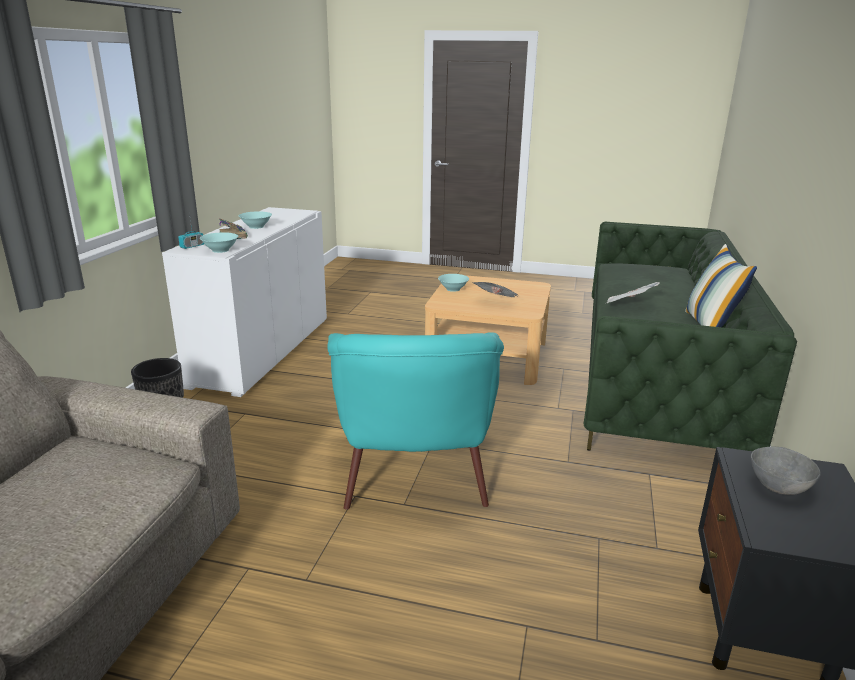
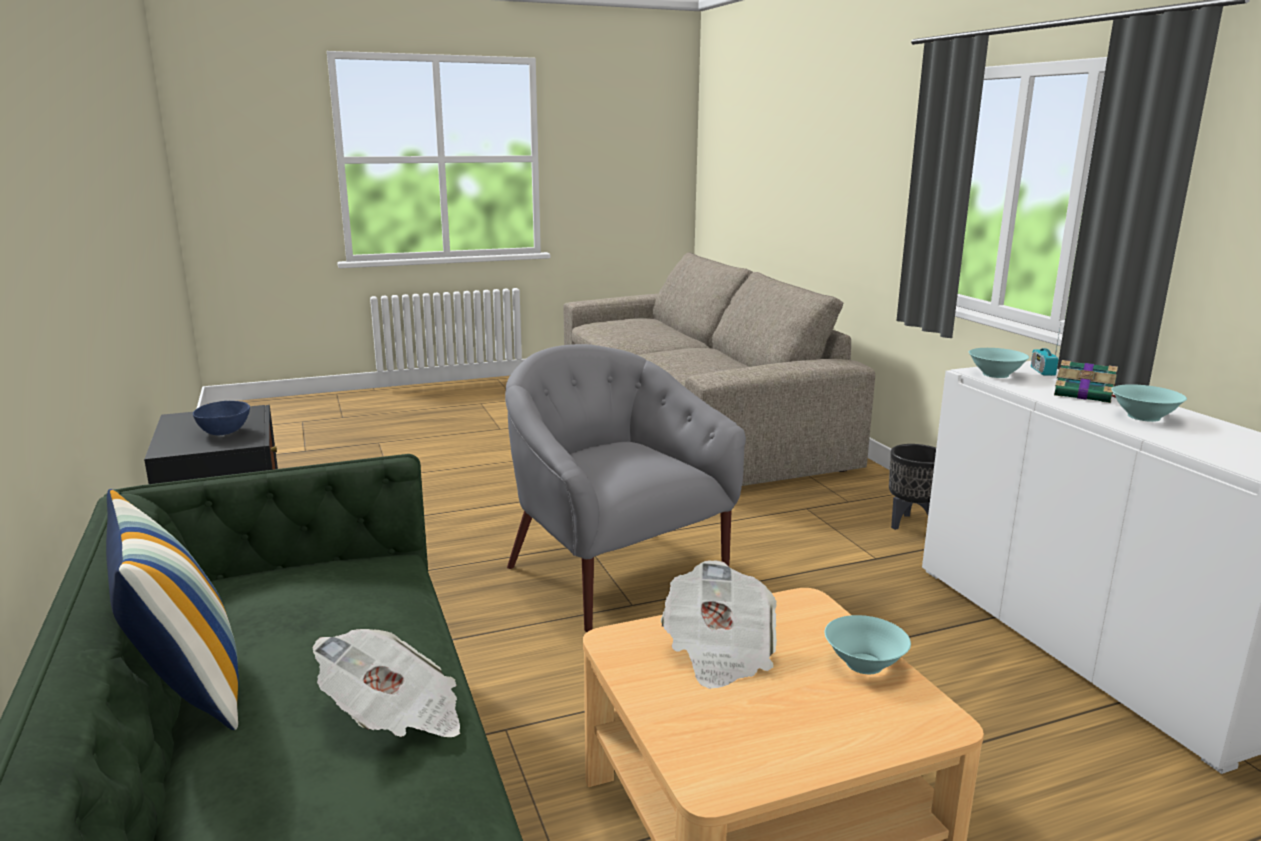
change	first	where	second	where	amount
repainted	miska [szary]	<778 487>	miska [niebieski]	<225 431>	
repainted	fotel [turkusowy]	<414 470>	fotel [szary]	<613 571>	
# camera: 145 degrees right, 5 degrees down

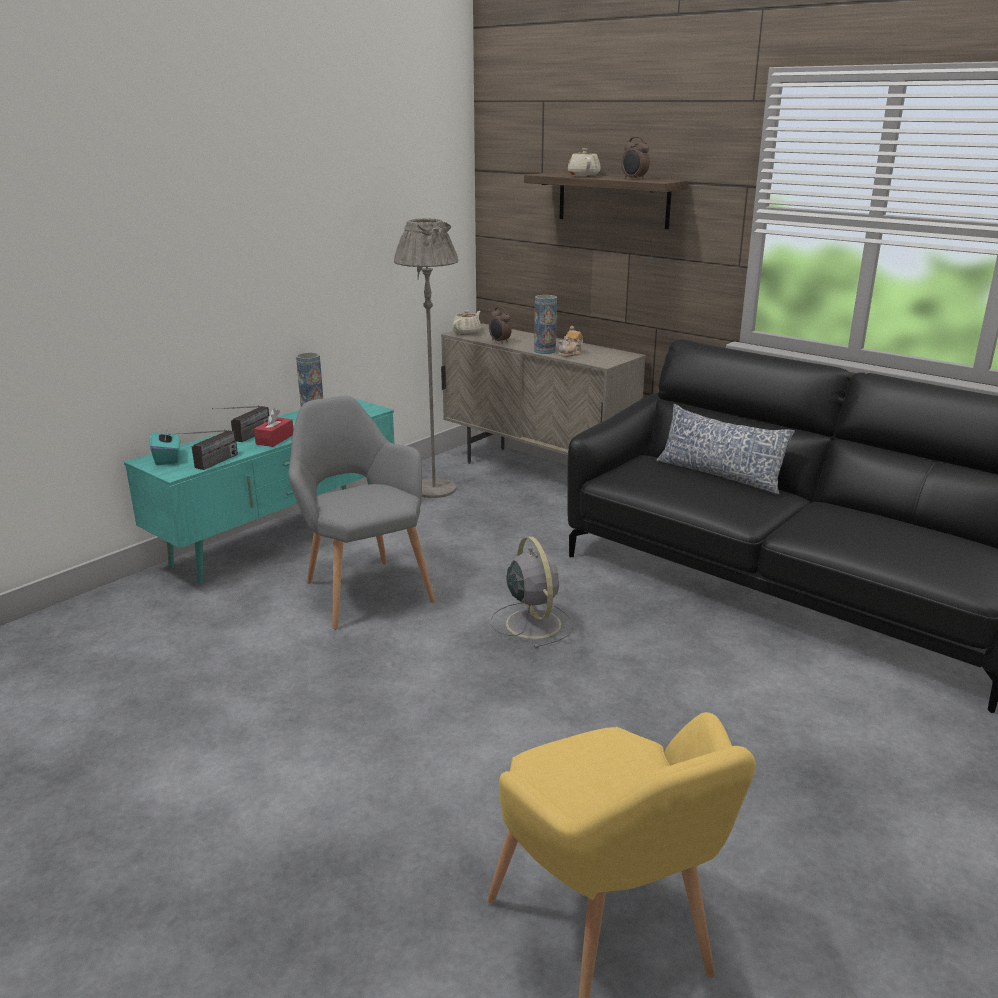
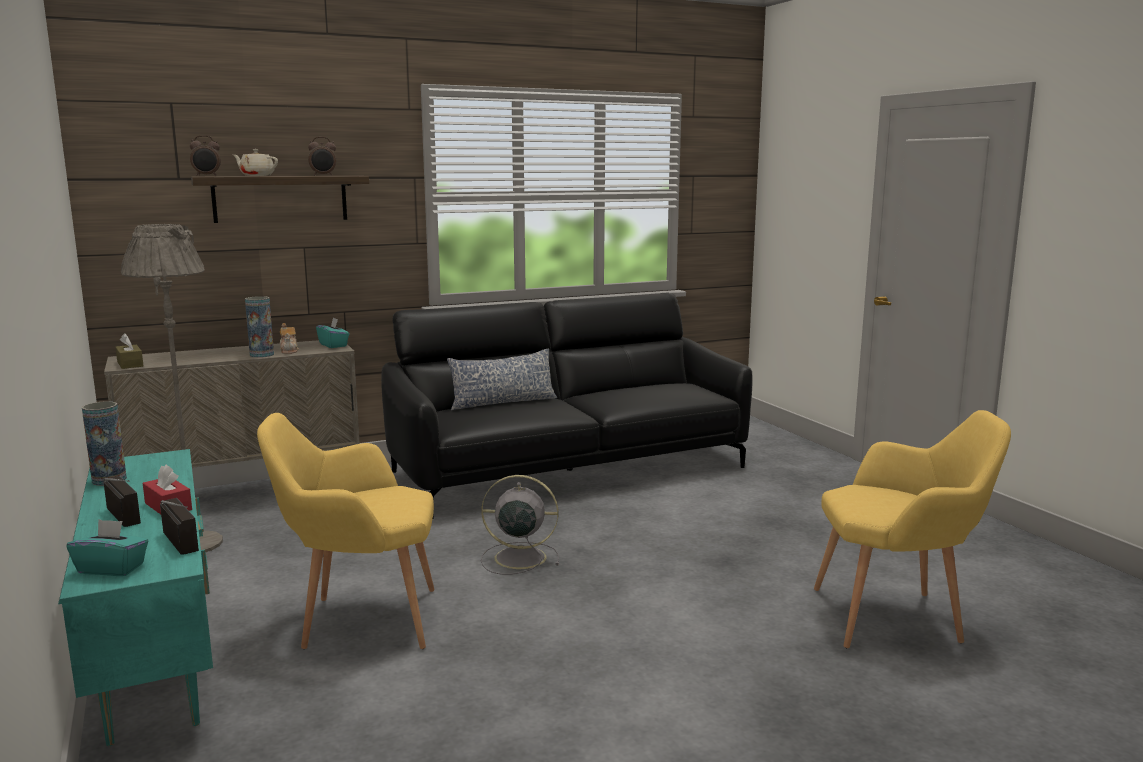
change	first	where	second	where	amount
swapped	imbryk [beżowy]	<467 333>	pudełko chusteczek [brązowy]	<130 364>	
shifted	budzik	<499 342>		<207 176>	
repainted	fotel [szary]	<362 589>	fotel [żółty]	<360 620>	
new			pudełko chusteczek [turkusowy]	<333 345>	
# camera: 65 degrees left, 10 degrees down

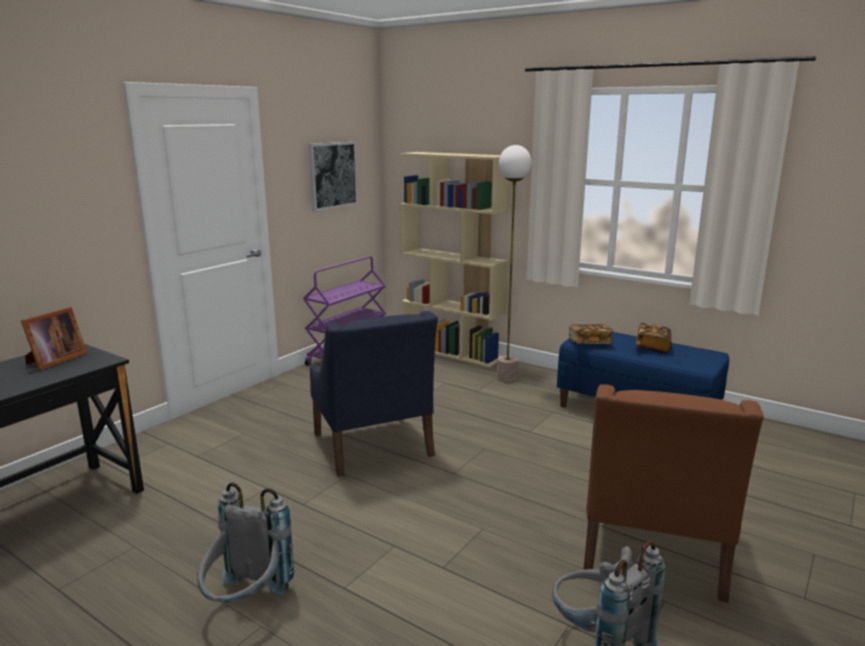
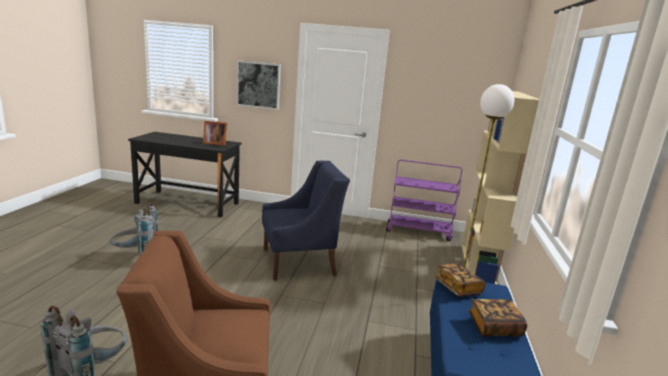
change	first	where	second	where	amount
shifted	obraz	<332 175>		<258 85>	
rotated	fotel [niebieski]	<372 445>		<299 261>	150 degrees counterclockwise
# camera: 65 degrees right, 0 degrees up

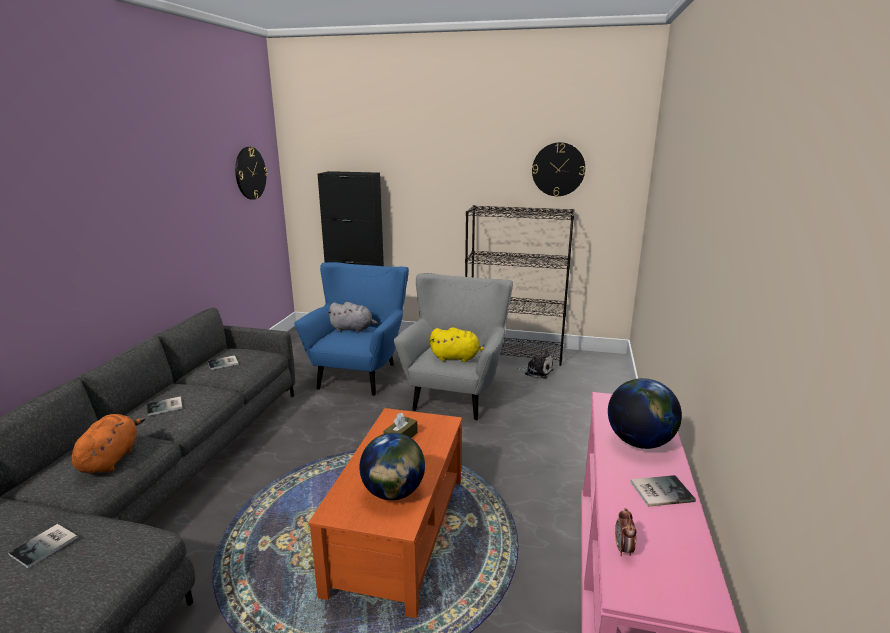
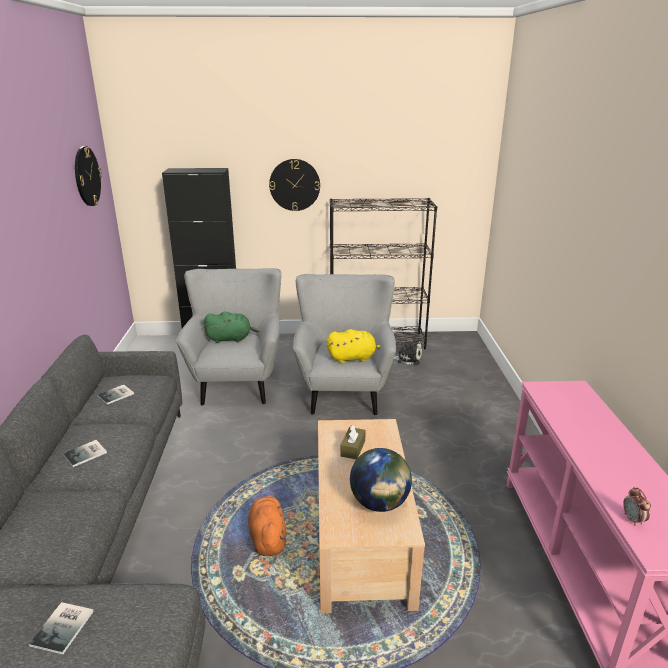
change	first	where	second	where	amount
repainted	fotel [niebieski]	<361 373>	fotel [szary]	<238 382>	
repainted	pluszak [szary]	<353 329>	pluszak [zielony]	<231 339>	
shifted	pluszak [pomarańczowy]	<111 459>		<267 537>	
shifted	zegar ścienny	<558 169>		<294 185>	
repainted	ława [pomarańczowy]	<397 532>	ława [beżowy]	<360 536>	
gone	globus	<639 442>			
gone	książka	<659 491>			
# camera: 15 degrees left, 5 degrees up

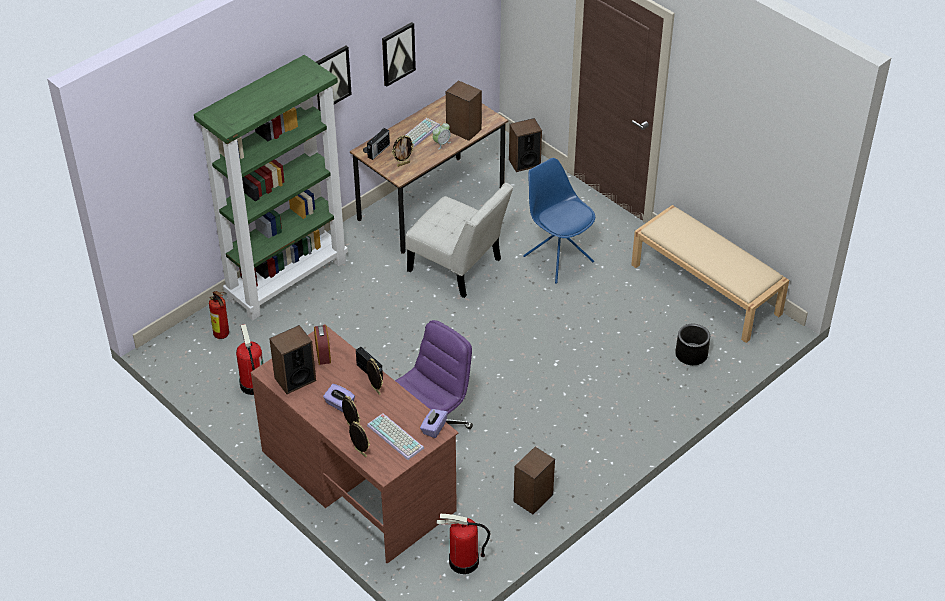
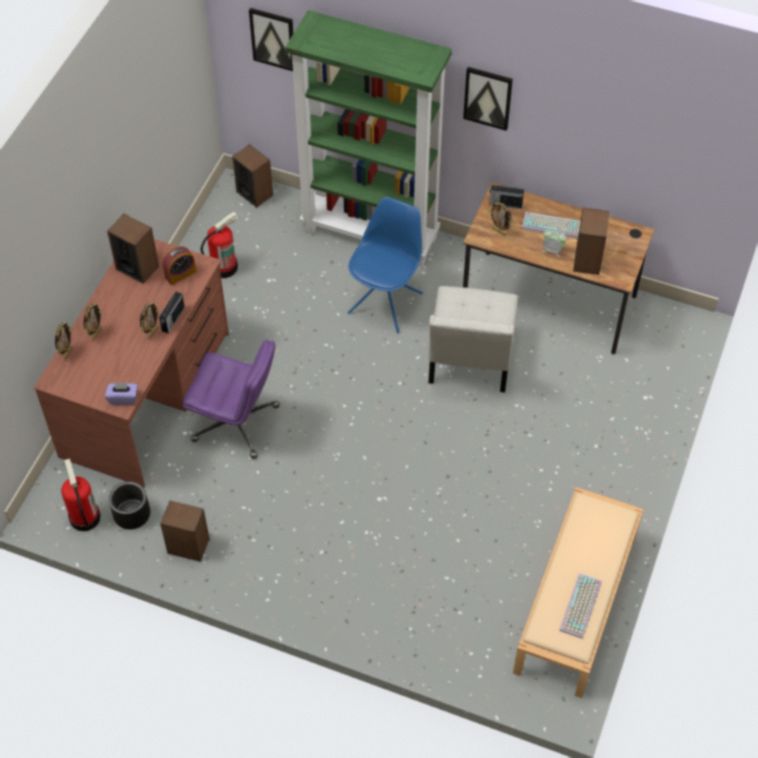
change	first	where	second	where	amount
shifted	donica [czarny]	<691 354>		<132 513>	
shifted	głośnik	<524 162>		<254 193>	
shifted	obraz	<397 53>		<273 38>	
shifted	krzesło [niebieski]	<557 258>		<386 302>	
shifted	klawiatura	<396 436>		<581 607>	
gone	gaśnica	<222 335>			
gone	pudełko chusteczek [fioletowy]	<339 404>			
# camera: 65 degrees right, 10 degrees up

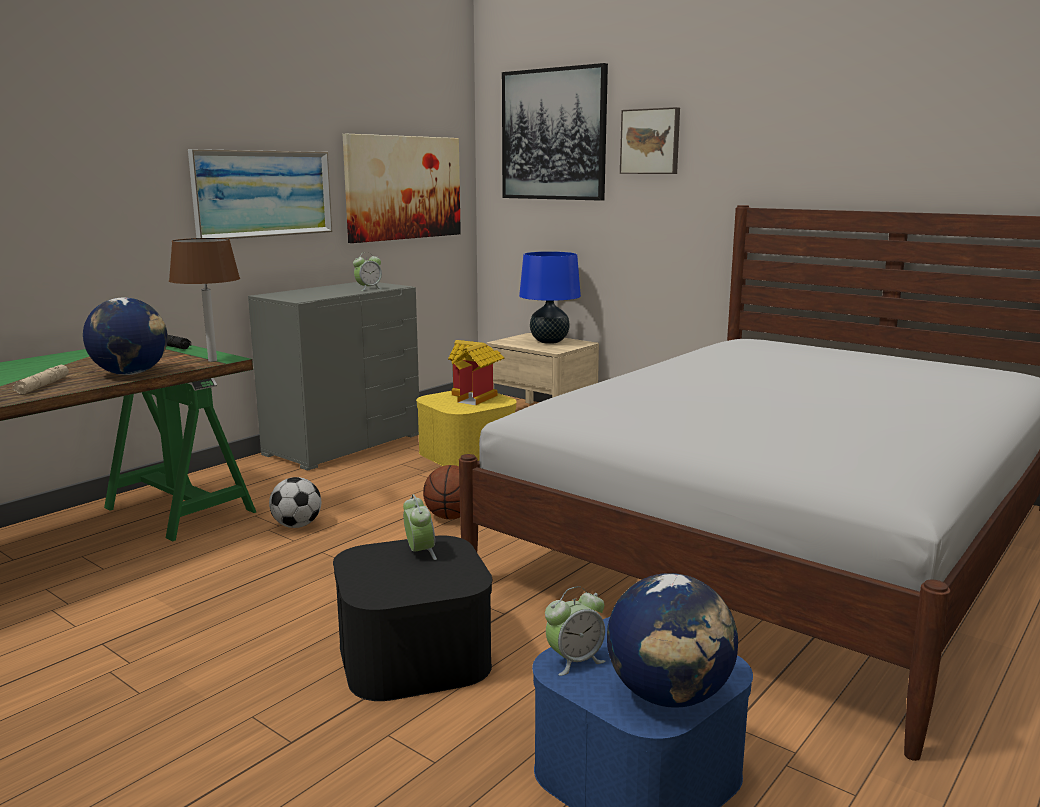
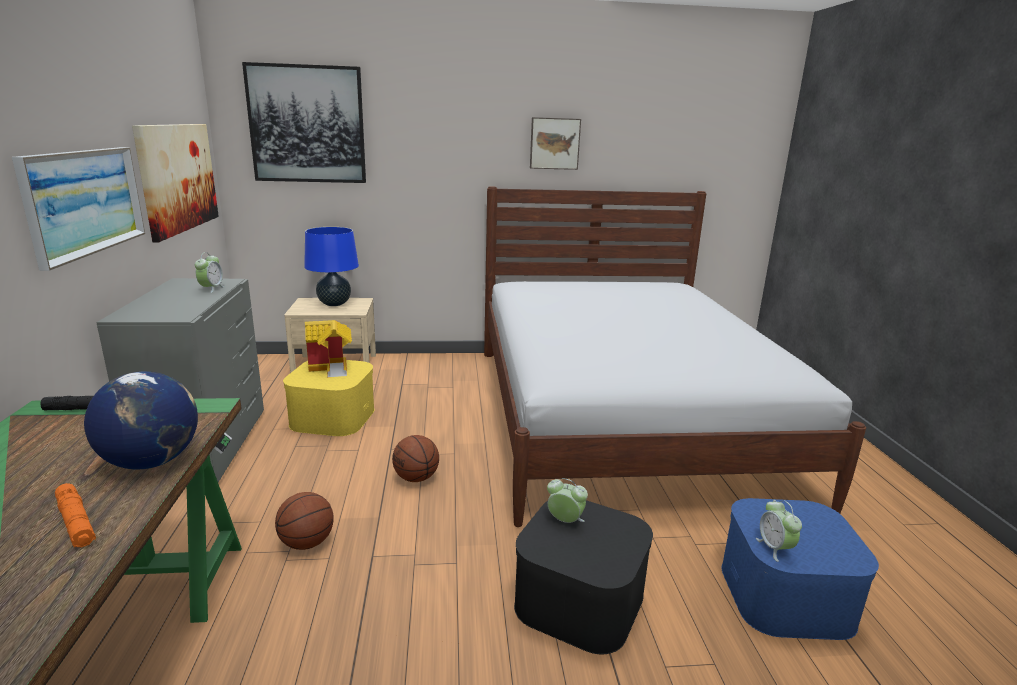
change	first	where	second	where	amount
repainted	latarka [beżowy]	<42 386>	latarka [pomarańczowy]	<76 522>	
swapped	piłka futbolowa	<296 526>	piłka do koszykówki	<306 543>	
shifted	obraz	<651 141>		<554 143>	
rotated	budzik	<574 661>		<775 548>	150 degrees clockwise
gone	lampa stołowa [brązowy]	<212 361>			
gone	globus	<669 696>			
# camera: 45 degrees left, 5 degrees up

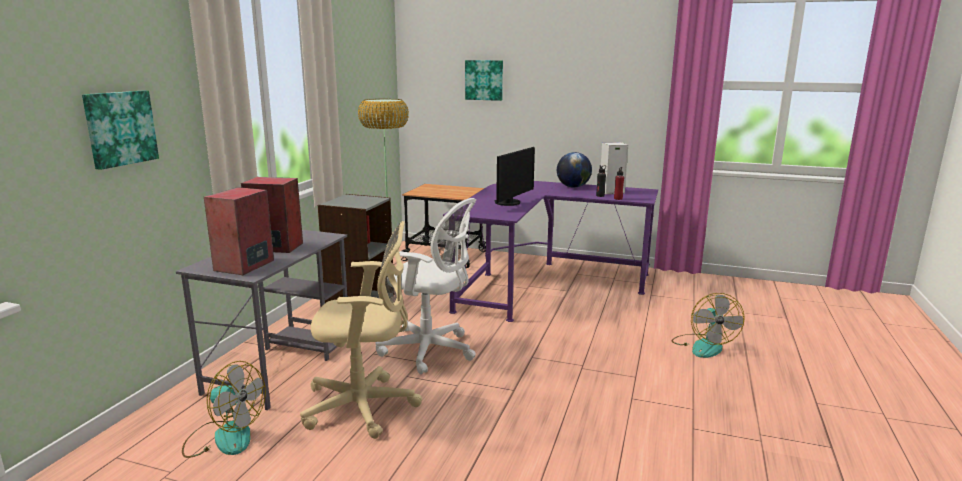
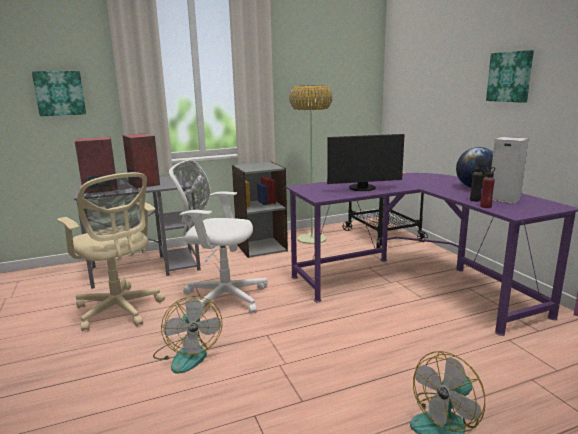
change	first	where	second	where	amount
shifted	wentylator	<224 437>		<187 354>	
rotated	krzesło biurowe [biały]	<431 351>		<222 296>	120 degrees clockwise
shifted	obraz	<484 80>		<510 77>	
# camera: 50 degrees right, 0 degrees up

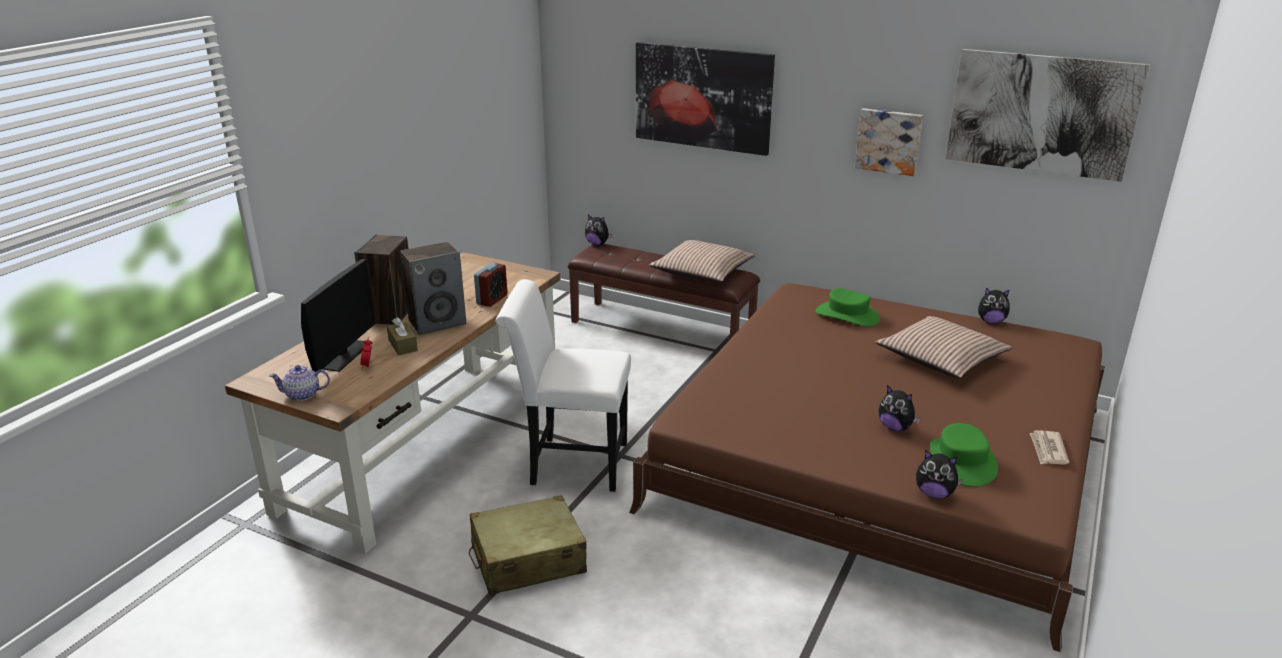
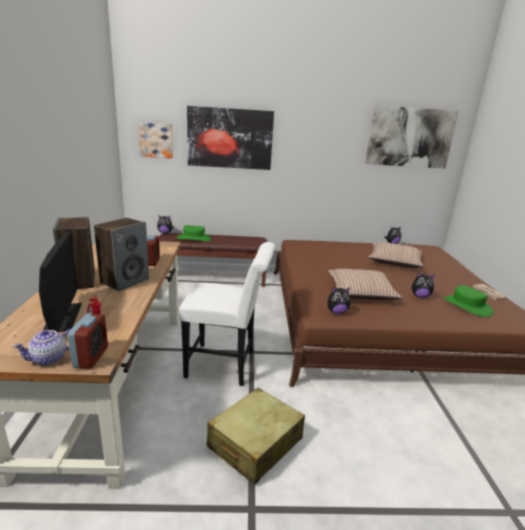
change	first	where	second	where	amount
new			budzik	<91 357>	
shifted	obraz	<888 141>		<156 140>	
shifted	kapelusz [zielony]	<847 315>		<194 238>	
rotated	krzesło [biały]	<571 463>		<226 365>	150 degrees counterclockwise
shifted	pluszak	<934 493>		<337 312>	
shifted	poduszka	<702 272>		<361 292>	
gone	pudełko chusteczek [brązowy]	<403 345>			
# camera: 30 degrees left, 5 degrees down

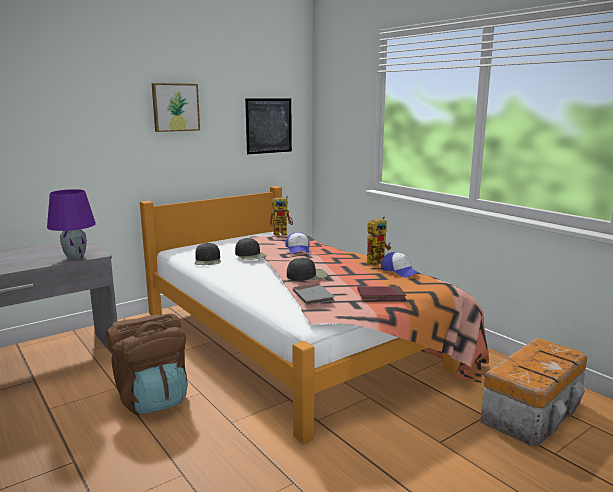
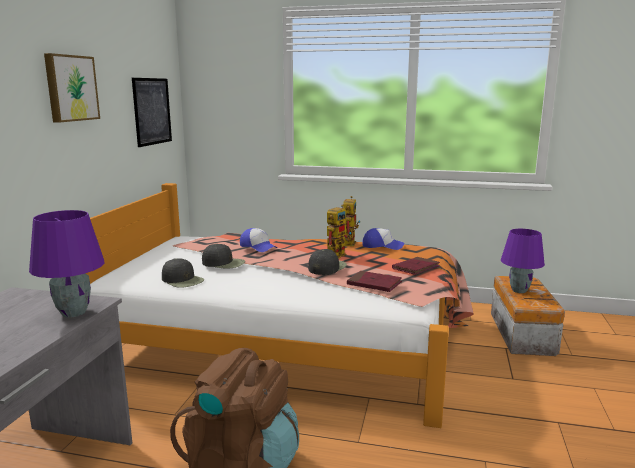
change	first	where	second	where	amount
shifted	robot zabawkowy	<283 233>		<337 254>	
repainted	książka [szary]	<313 297>	książka [czerwony]	<374 284>	
new			lampa stołowa [fioletowy]	<519 290>	
# camera: 40 degrees left, 0 degrees up

